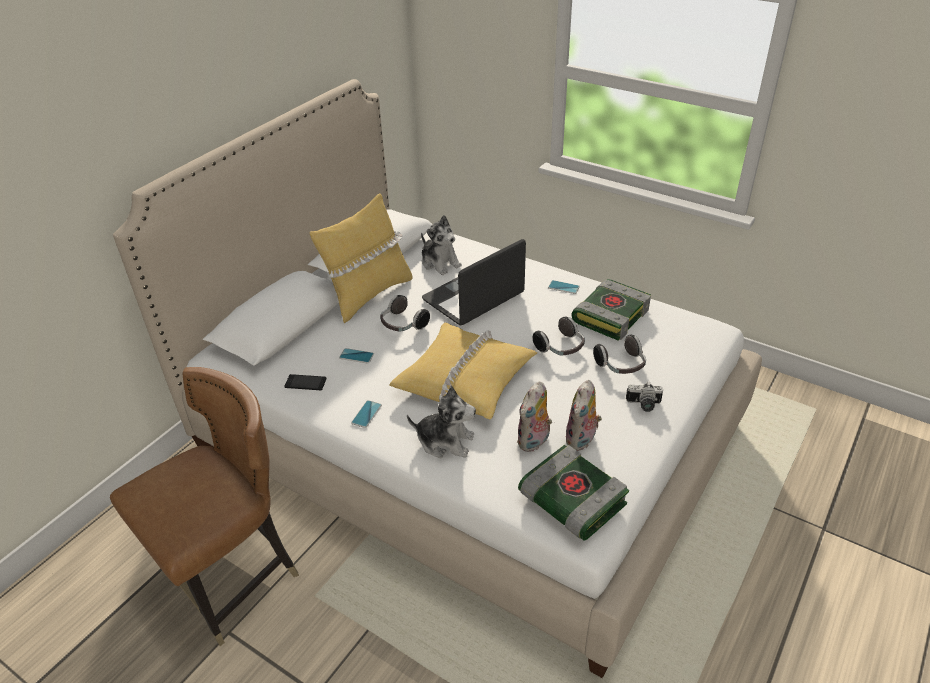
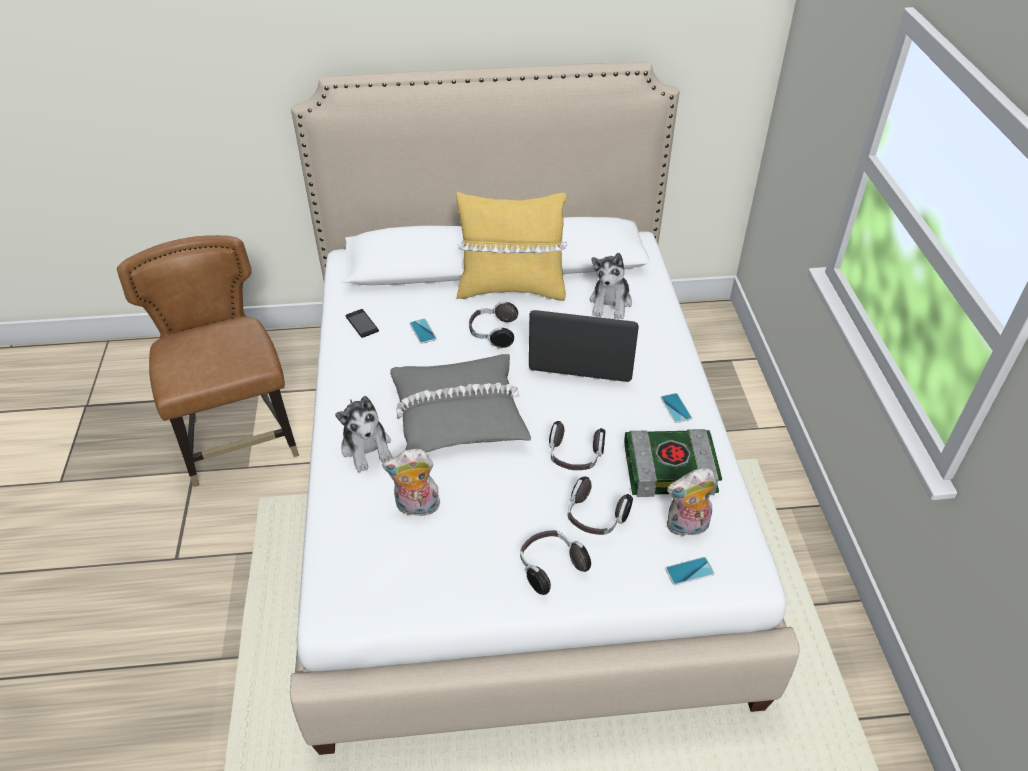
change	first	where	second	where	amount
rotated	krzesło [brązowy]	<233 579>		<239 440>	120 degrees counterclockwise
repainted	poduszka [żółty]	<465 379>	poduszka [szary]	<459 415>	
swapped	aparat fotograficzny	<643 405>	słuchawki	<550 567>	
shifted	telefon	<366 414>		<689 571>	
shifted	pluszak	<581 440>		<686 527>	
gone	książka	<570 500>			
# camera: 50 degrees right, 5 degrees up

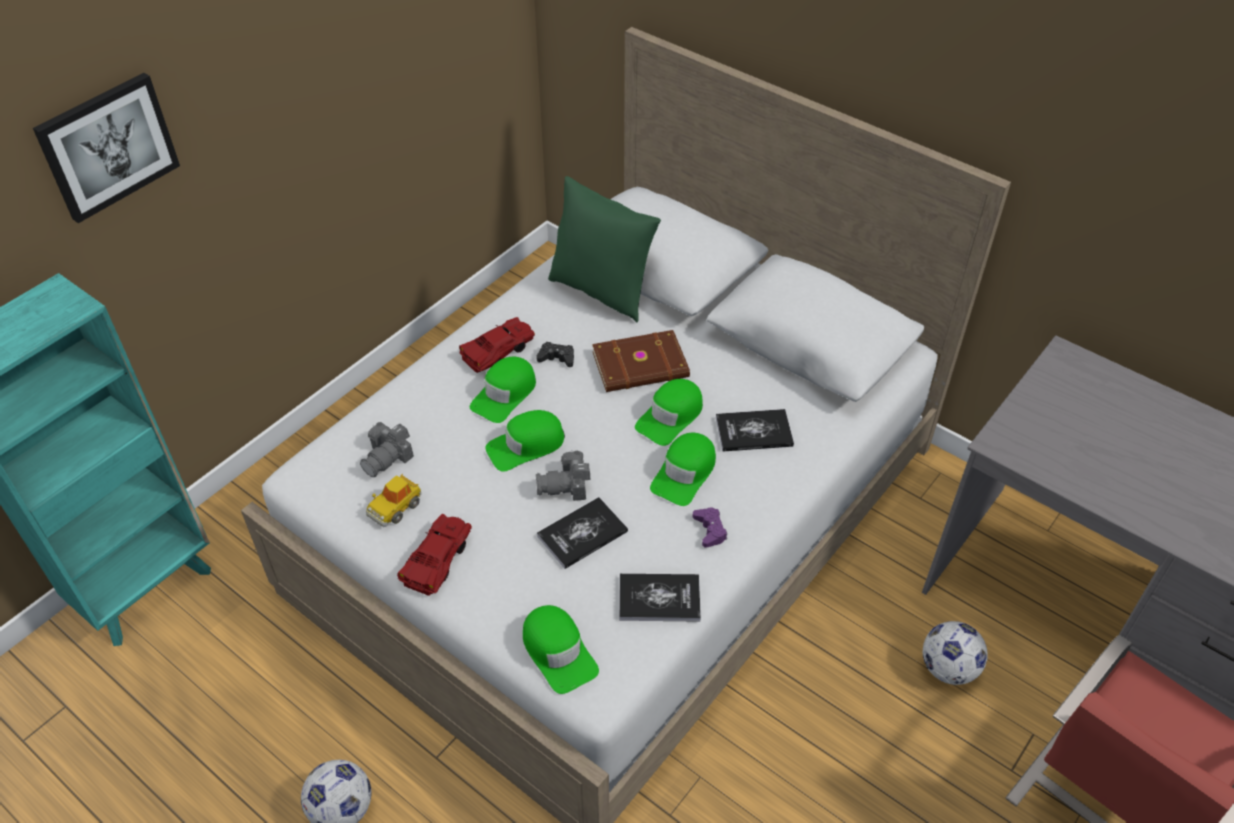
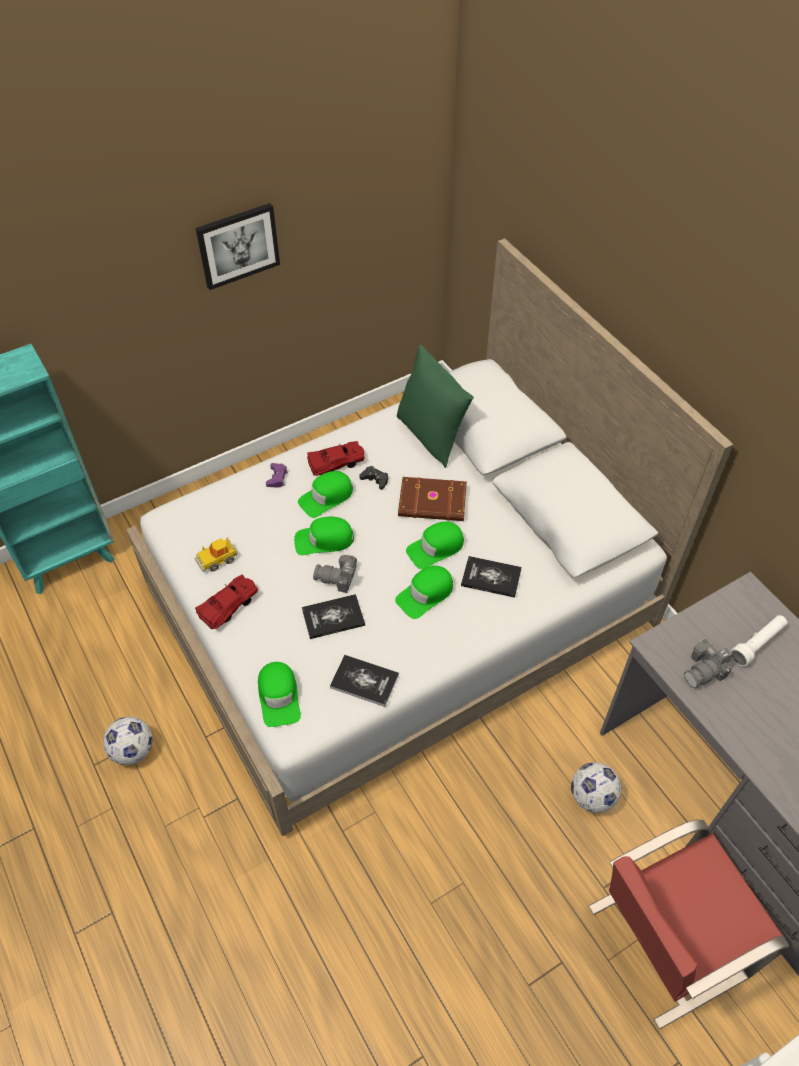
change	first	where	second	where	amount
shifted	obraz	<107 146>		<238 245>	
shifted	pad do gier [fioletowy]	<710 530>		<277 478>	
shifted	aparat fotograficzny	<388 457>		<705 670>	
new			latarka [biały]	<757 644>	
# camera: 20 degrees right, 5 degrees up

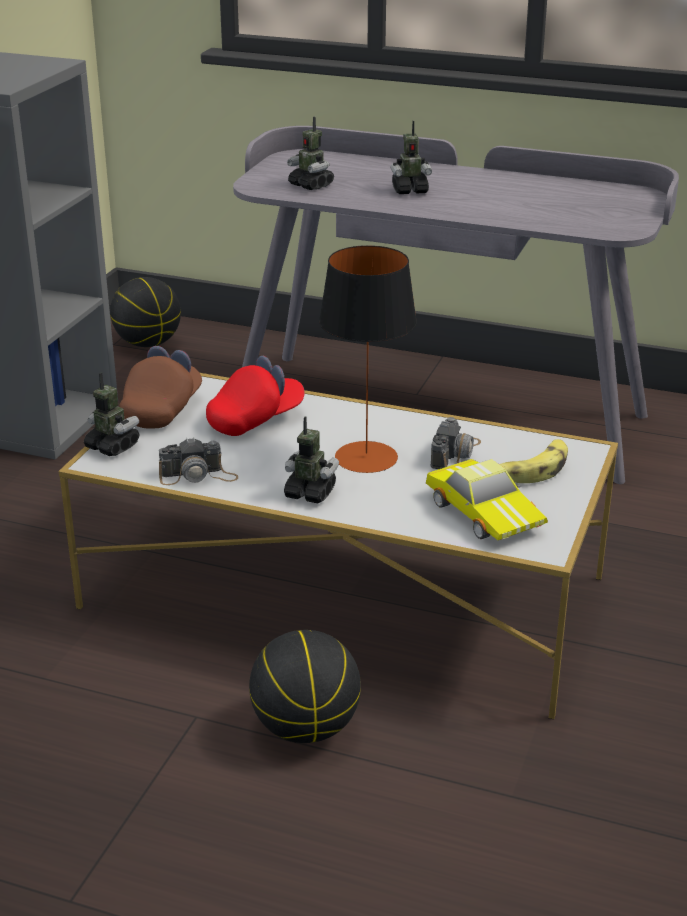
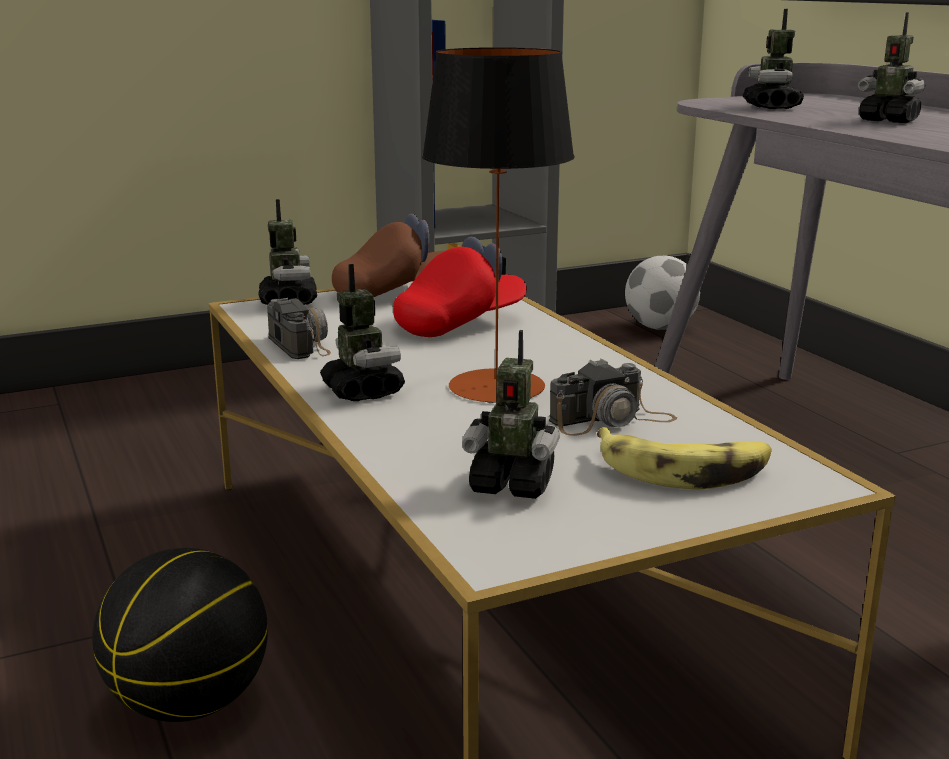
change	first	where	second	where	amount
rotated	aparat fotograficzny	<198 476>		<300 342>	150 degrees counterclockwise
rotated	czapka z daszkiem [czerwony]	<256 419>		<460 324>	45 degrees counterclockwise
swapped	samochodzik	<485 512>	robot zabawkowy	<512 485>	
swapped	piłka do koszykówki	<147 344>	piłka futbolowa	<660 328>	
# camera: 45 degrees right, 10 degrees down

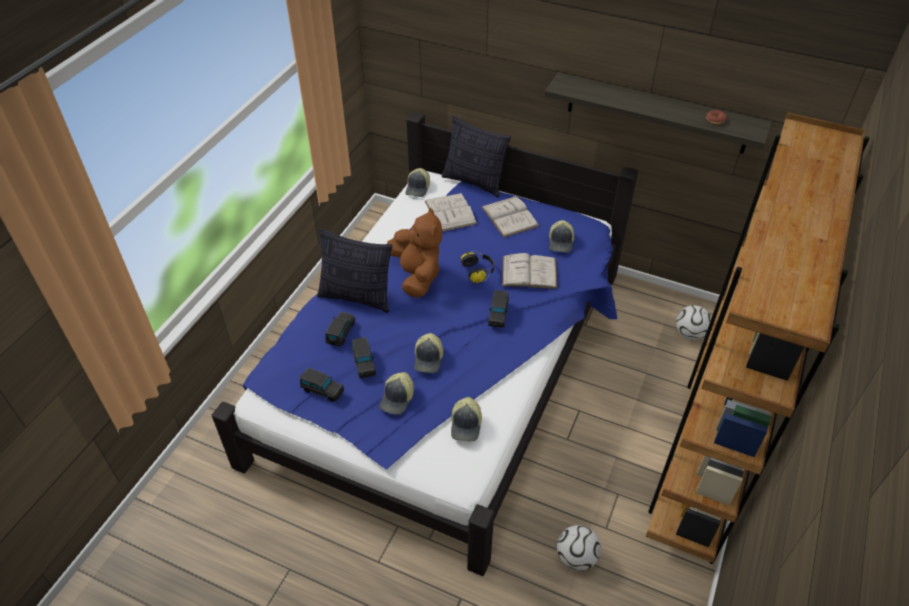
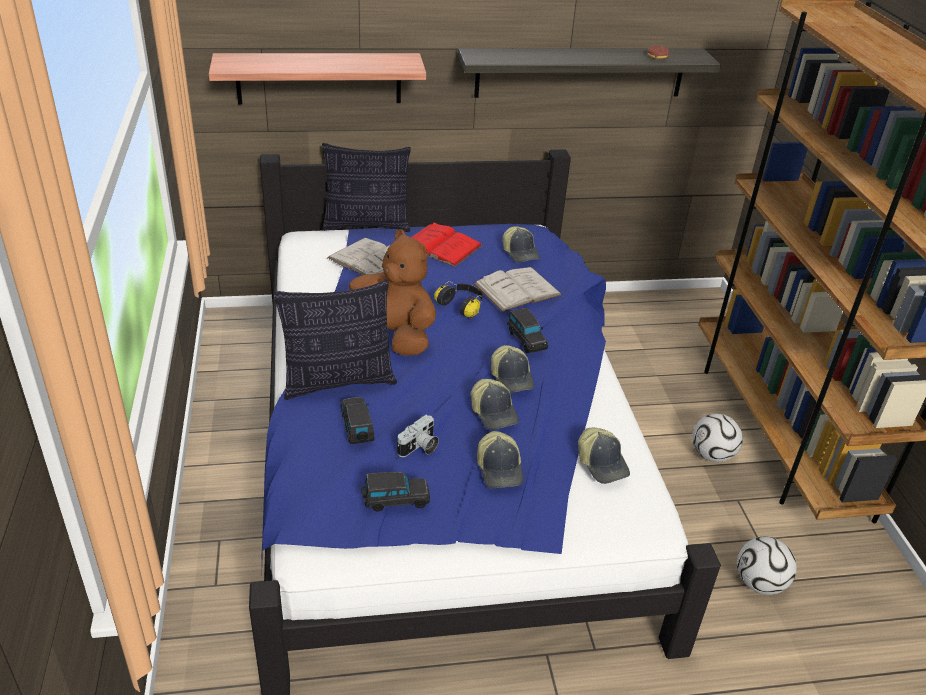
change	first	where	second	where	amount
new			półka	<319 78>	
swapped	samochodzik [czarny]	<364 363>	aparat fotograficzny	<419 448>	
repainted	książka [biały]	<509 216>	książka [czerwony]	<441 245>	
shifted	czapka z daszkiem	<418 188>		<512 378>	
shifted	piłka futbolowa	<690 333>		<711 455>	
# camera: 35 degrees left, 10 degrees down

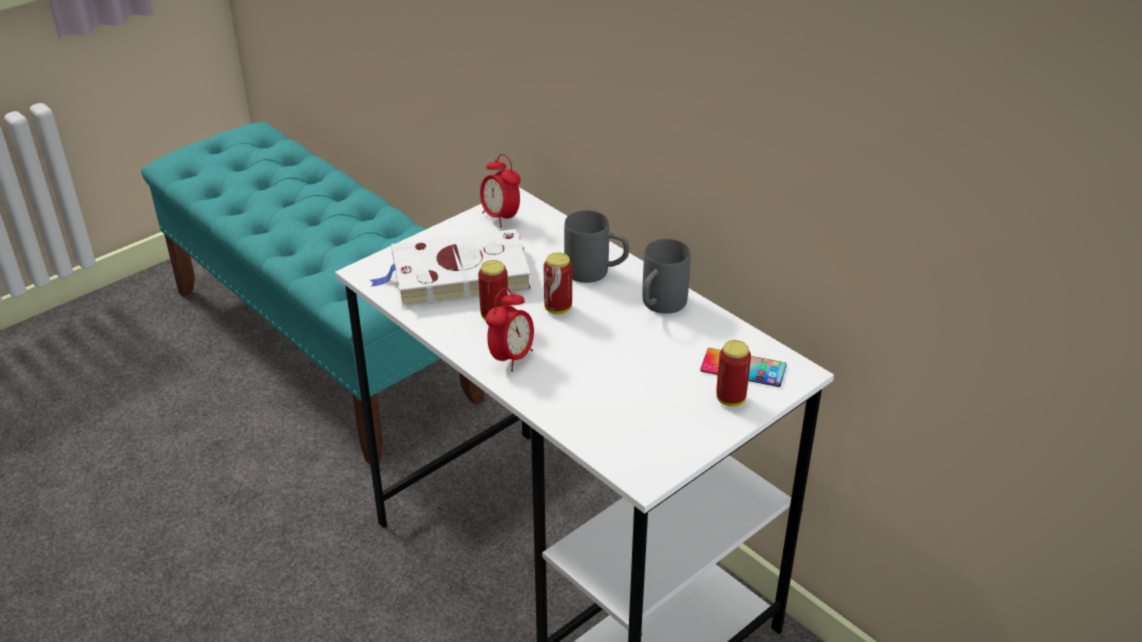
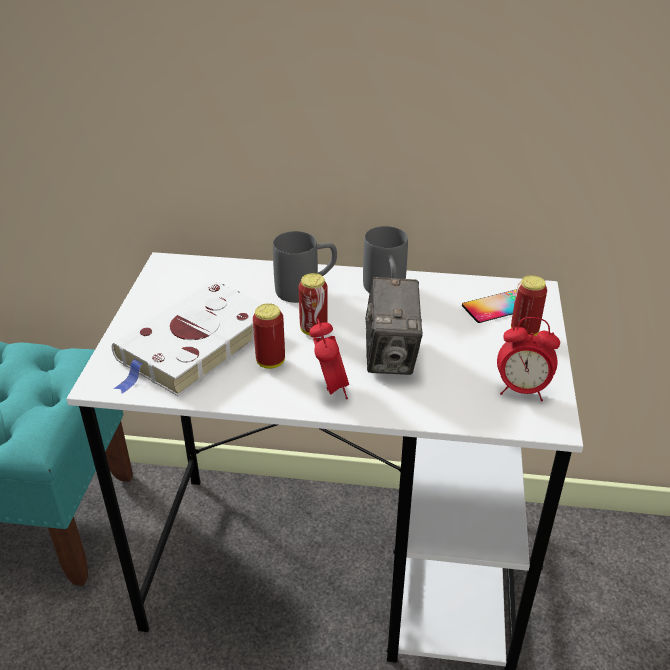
change	first	where	second	where	amount
new			aparat fotograficzny	<391 356>	
shifted	budzik	<500 217>		<522 390>	
# camera: 40 degrees left, 0 degrees up

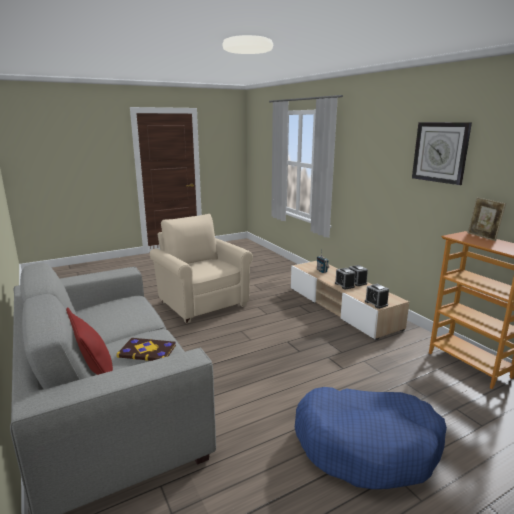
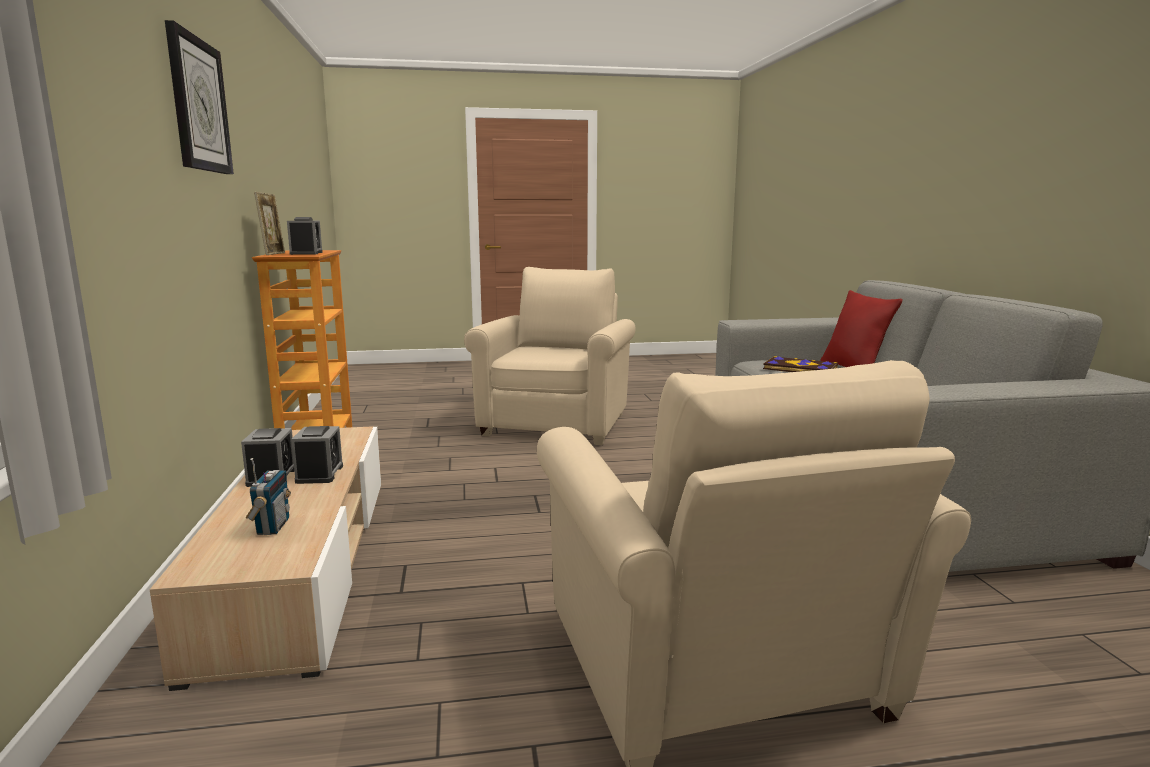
change	first	where	second	where	amount
shifted	budzik	<376 303>		<306 253>	
swapped	legowisko [niebieski]	<367 446>	fotel [beżowy]	<558 423>	
# camera: 160 degrees left, 5 degrees down

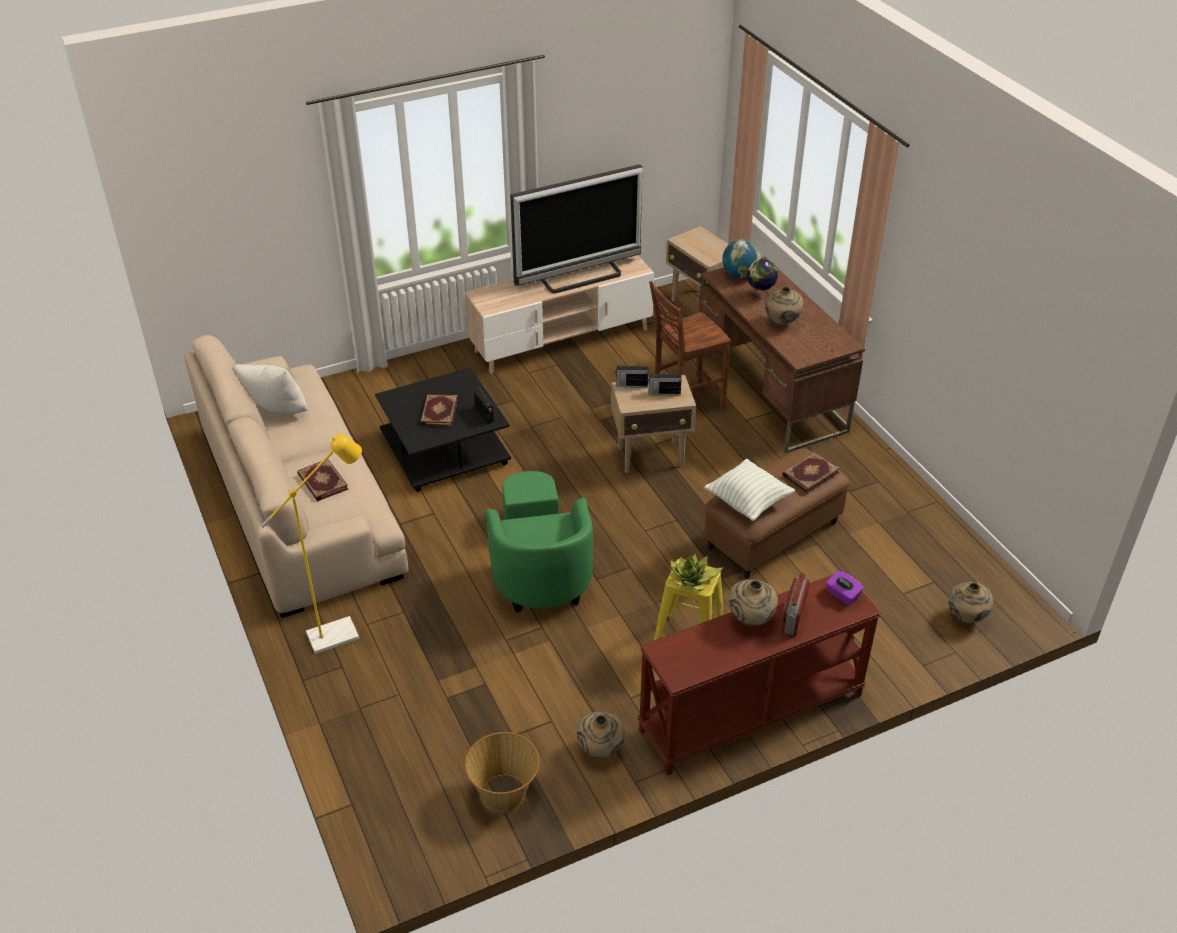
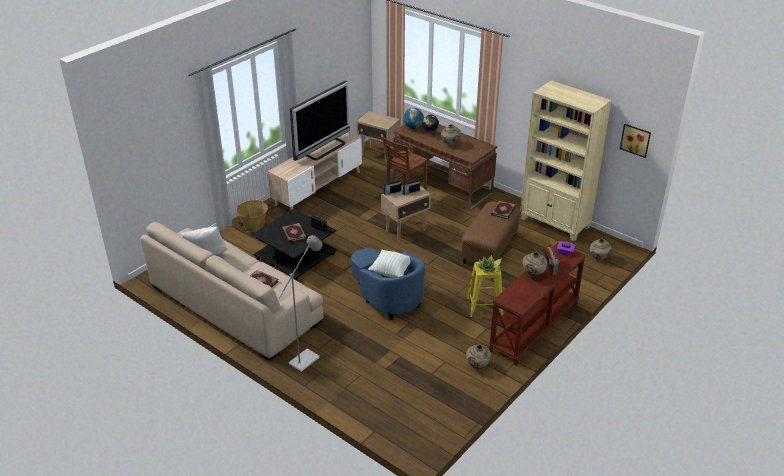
change	first	where	second	where	amount
shifted	koszyk	<504 793>		<254 227>	
repainted	lampa stojąca [żółty]	<342 632>	lampa stojąca [szary]	<308 357>	
repainted	fotel [zielony]	<539 569>	fotel [niebieski]	<388 297>	
shifted	poduszka	<748 502>		<391 271>	
new			regał [beżowy]	<555 223>	
new			obraz	<636 140>	
# camera: 25 degrees left, 5 degrees down

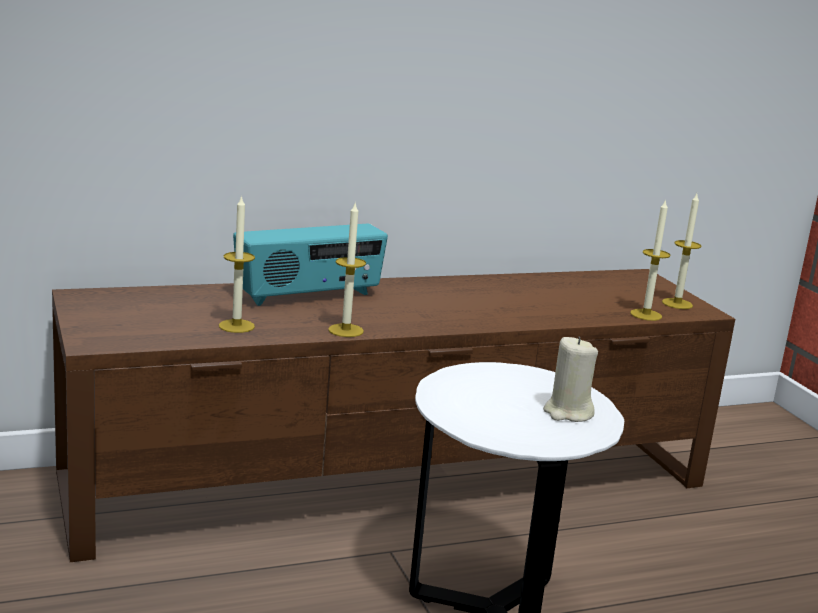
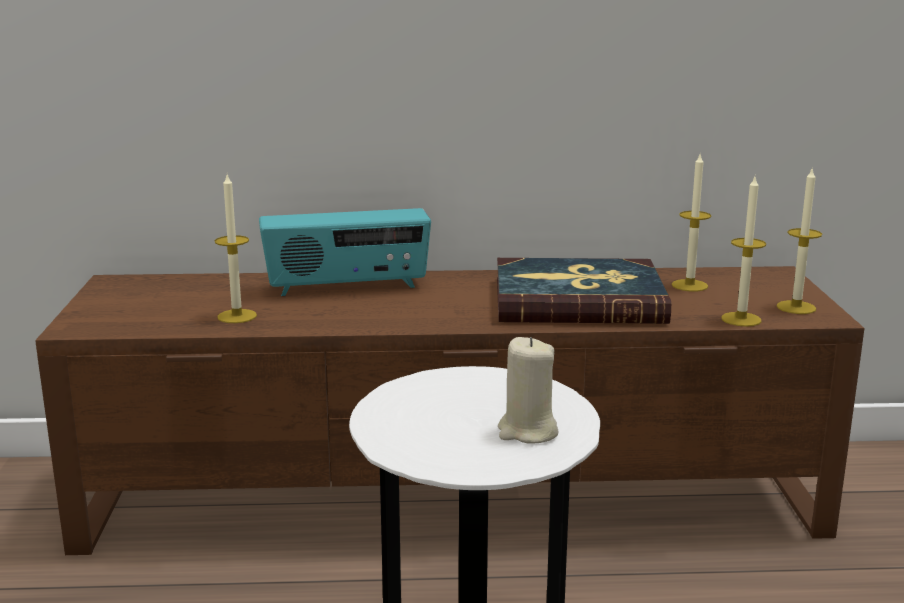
change	first	where	second	where	amount
new			książka	<578 300>	
shifted	świeca	<346 330>		<689 285>	
# camera: 20 degrees right, 0 degrees up

